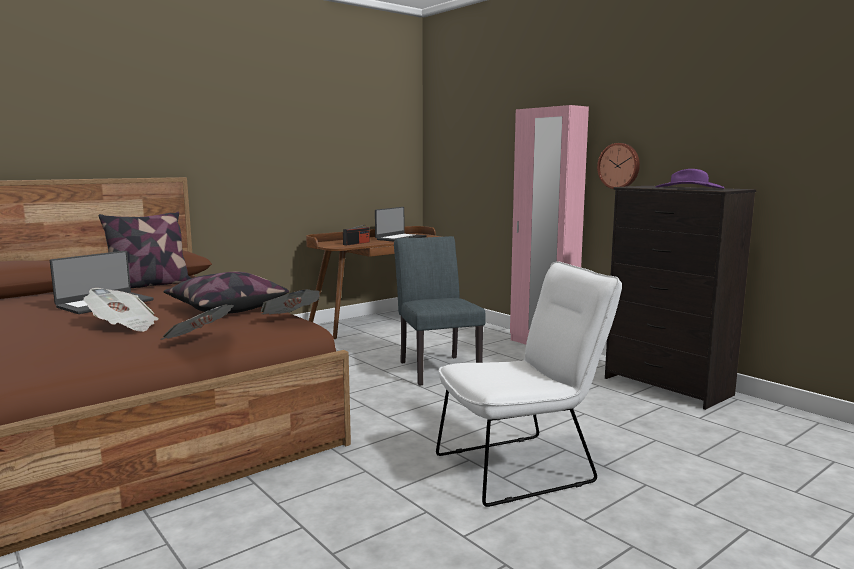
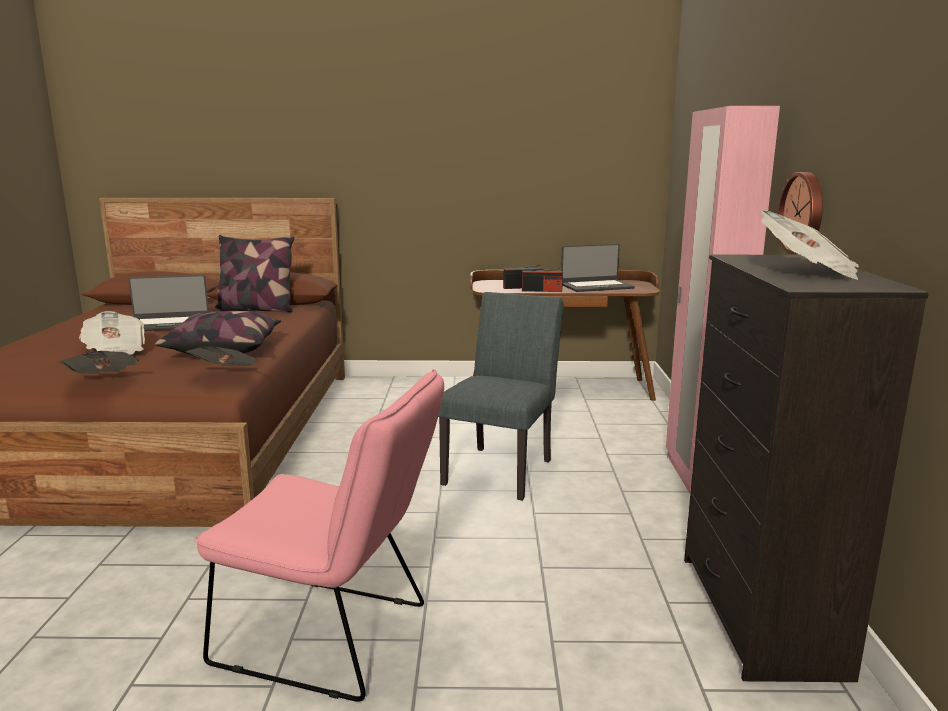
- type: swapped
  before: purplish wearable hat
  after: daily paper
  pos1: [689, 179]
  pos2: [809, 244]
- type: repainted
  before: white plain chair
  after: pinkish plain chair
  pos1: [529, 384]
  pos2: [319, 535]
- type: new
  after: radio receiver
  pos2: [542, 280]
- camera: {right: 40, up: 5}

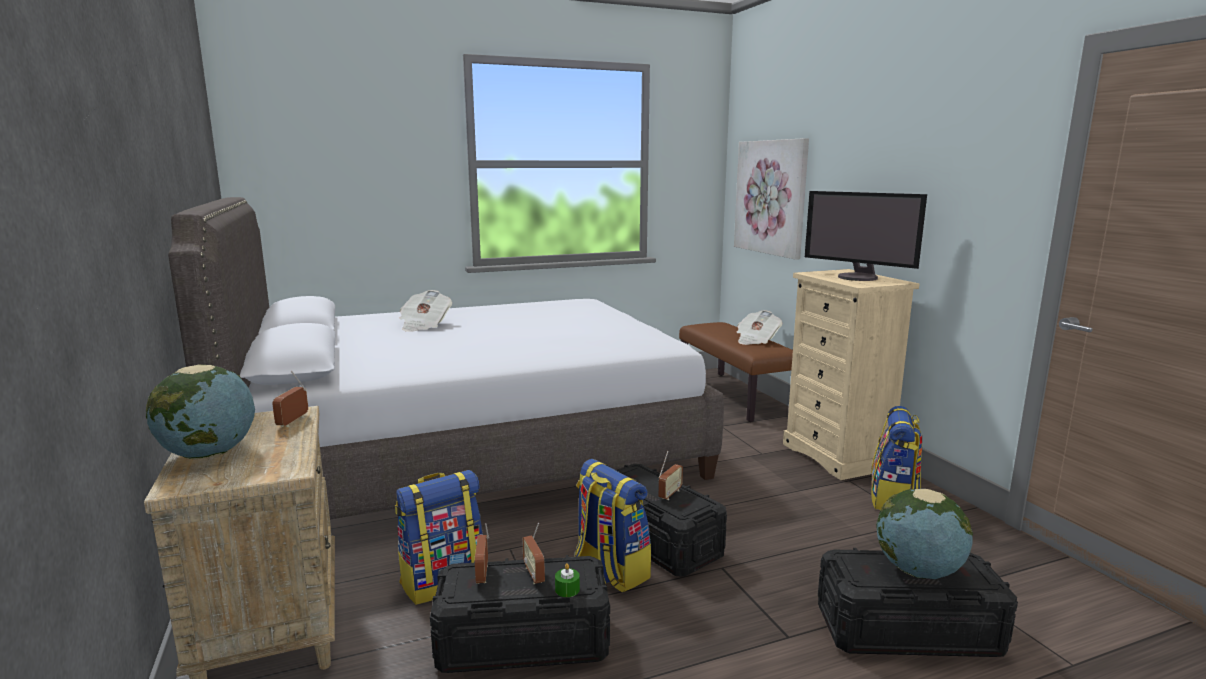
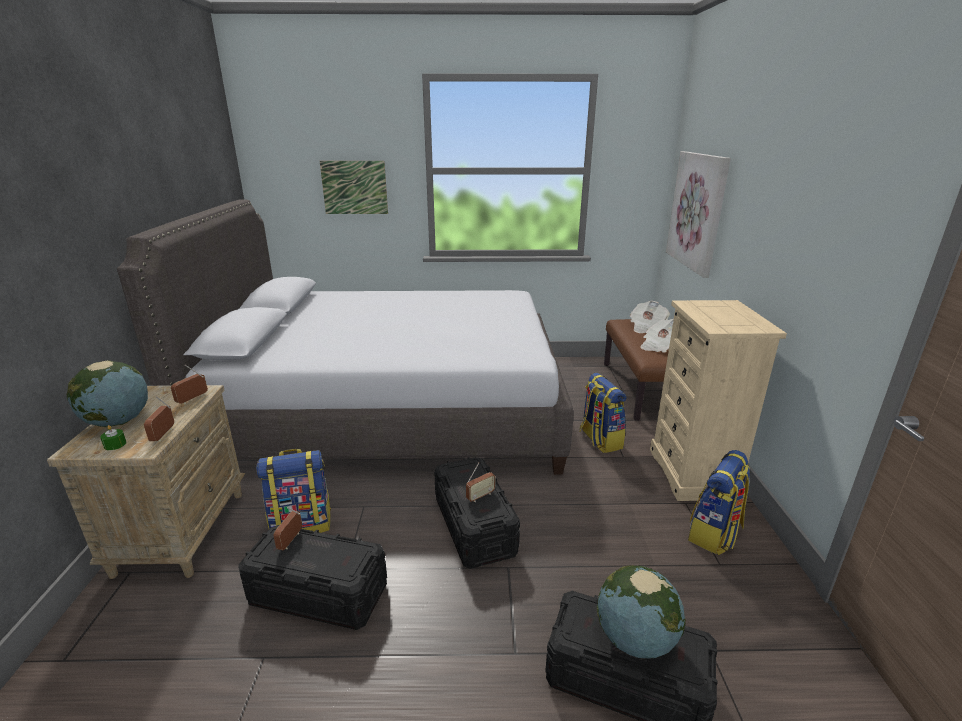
- type: gone
  before: monitor
  pos1: [866, 236]
- type: shifted
  before: daily paper
  pos1: [425, 311]
  pos2: [650, 317]
- type: shifted
  before: backpack
  pos1: [612, 526]
  pos2: [603, 413]
- type: shifted
  before: radio receiver
  pos1: [533, 553]
  pos2: [159, 419]
- type: shifted
  before: greenish candle
  pos1: [567, 580]
  pos2: [113, 437]
- type: new
  after: picture
  pos2: [354, 187]
- camera: {right: 20, up: 10}

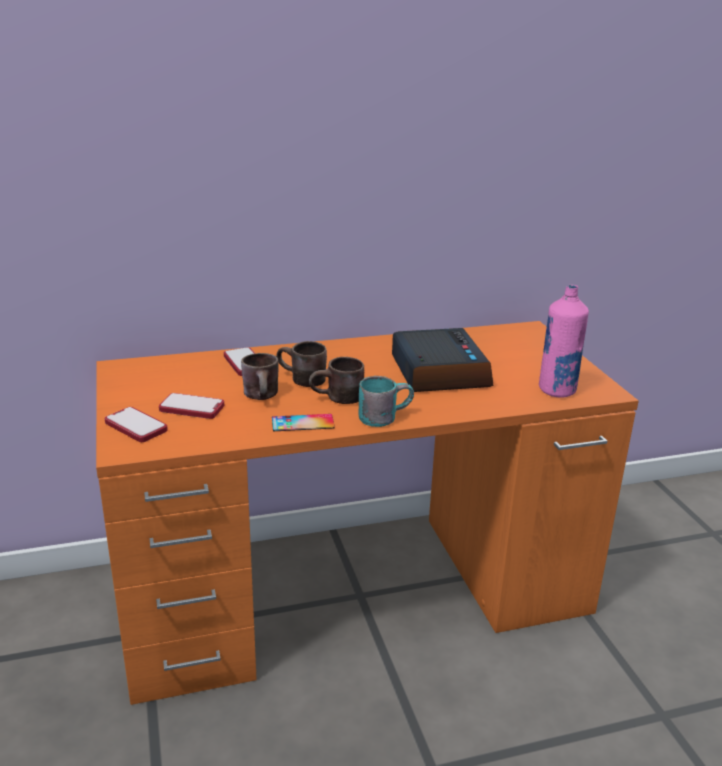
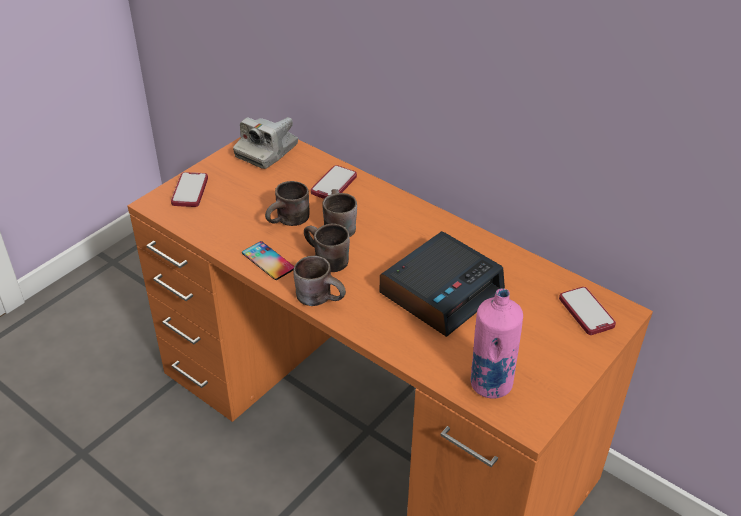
- type: repainted
  before: turquoise coffee mug
  after: brown coffee mug
  pos1: [386, 401]
  pos2: [319, 280]
- type: shifted
  before: handset
  pos1: [191, 406]
  pos2: [587, 311]
- type: new
  after: photo camera
  pos2: [265, 143]
- camera: {right: 55, up: 15}

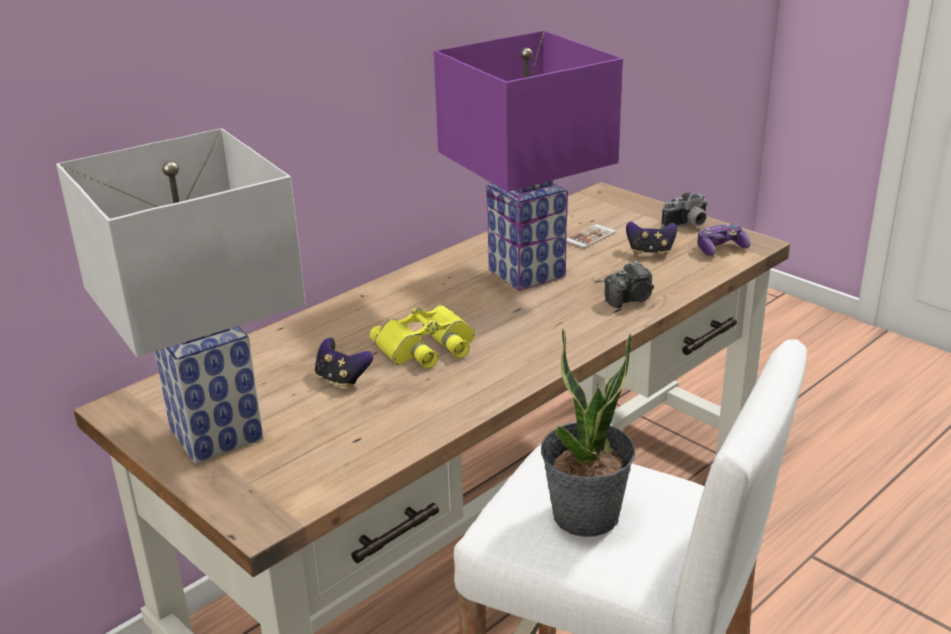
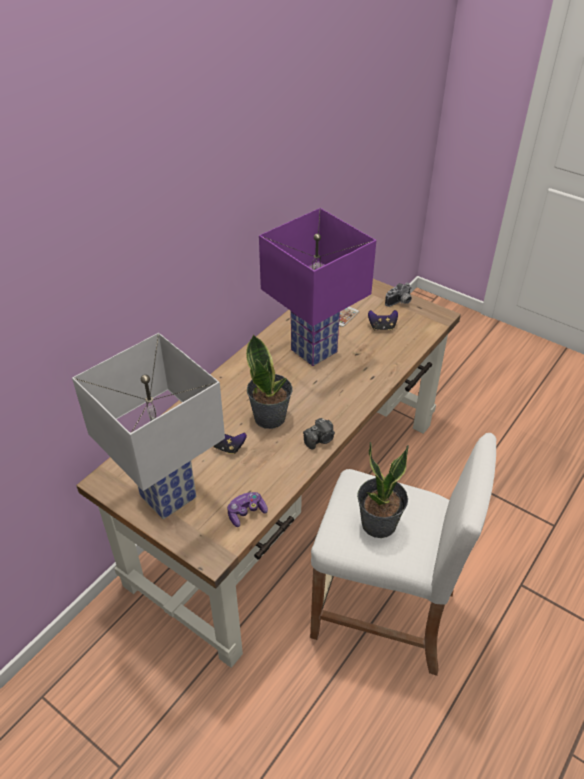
- type: shifted
  before: gamepad
  pos1: [724, 240]
  pos2: [247, 509]
- type: shifted
  before: photo camera
  pos1: [629, 284]
  pos2: [319, 433]
- type: swapped
  before: yellow binoculars
  after: potted plant
  pos1: [422, 337]
  pos2: [269, 381]
- camera: {right: -10, up: 15}

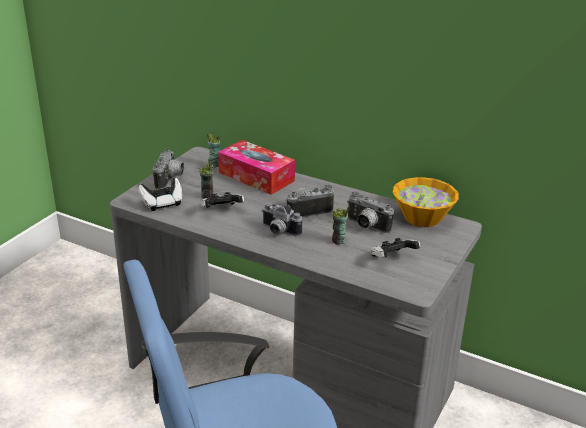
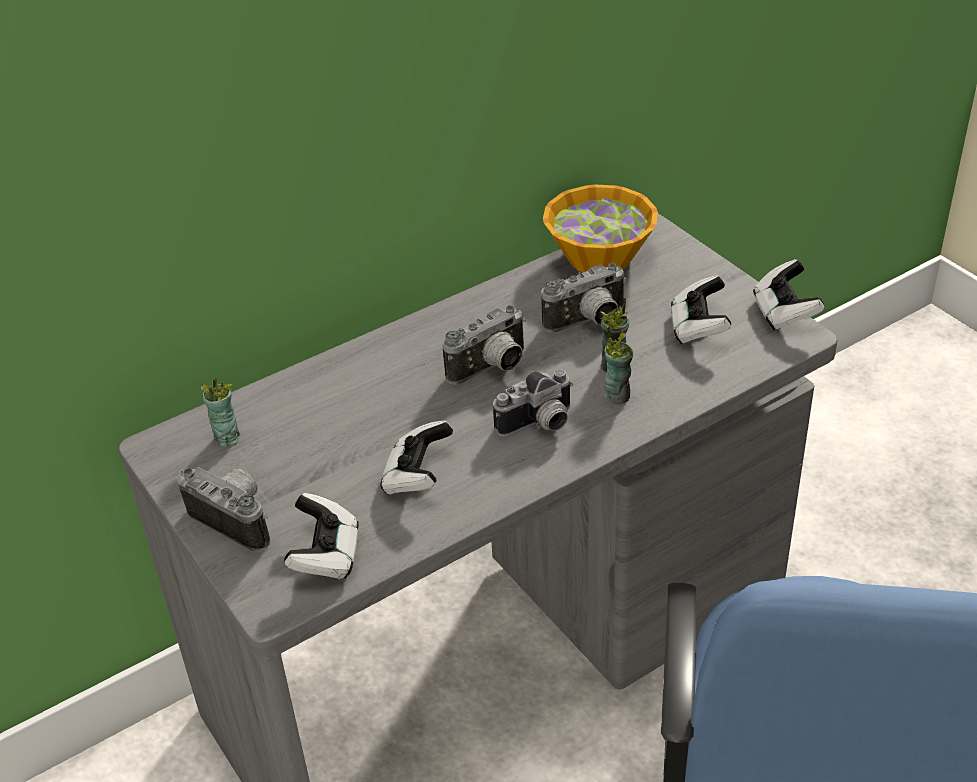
- type: gone
  before: box of tissues
  pos1: [256, 167]
- type: shifted
  before: small cup
  pos1: [206, 179]
  pos2: [618, 365]
- type: rotated
  before: photo camera
  pos1: [310, 201]
  pos2: [484, 345]
  turn: -135
- type: new
  after: gamepad
  pos2: [789, 295]
- camera: {right: -60, up: 10}

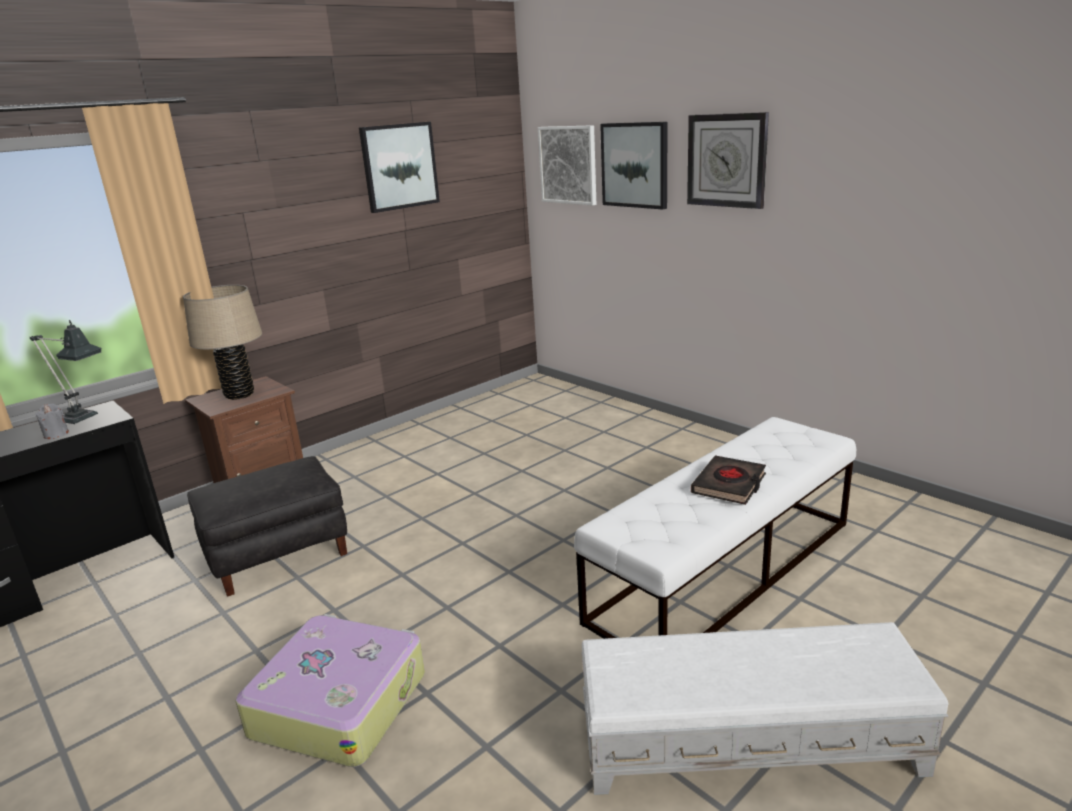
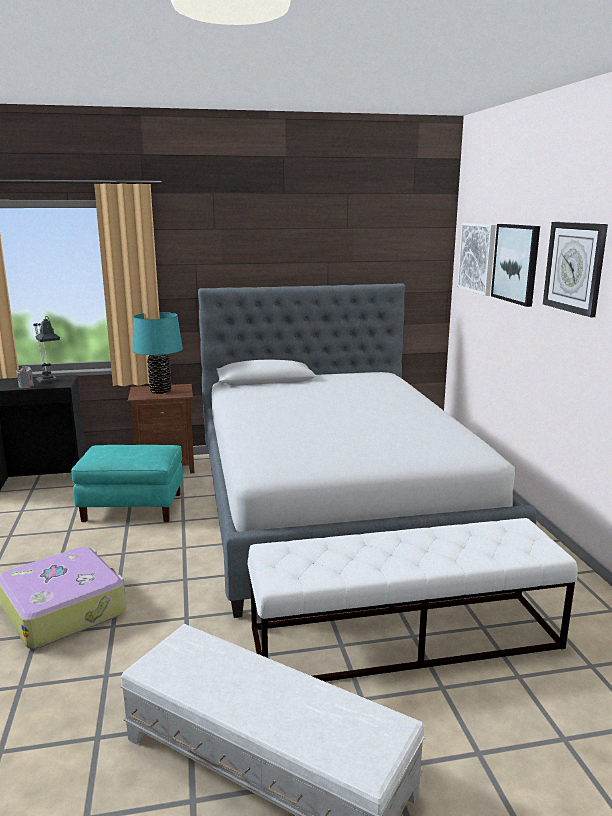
- type: gone
  before: picture
  pos1: [399, 167]
- type: repainted
  before: beige-coloured lamp for a table
  after: turquoise lamp for a table
  pos1: [222, 342]
  pos2: [157, 353]
- type: repainted
  before: black pouffe
  after: turquoise pouffe
  pos1: [267, 526]
  pos2: [127, 483]
- type: gone
  before: black bound book
  pos1: [728, 480]
- type: new
  after: bed
  pos2: [367, 450]
- camera: {right: 30, up: -5}

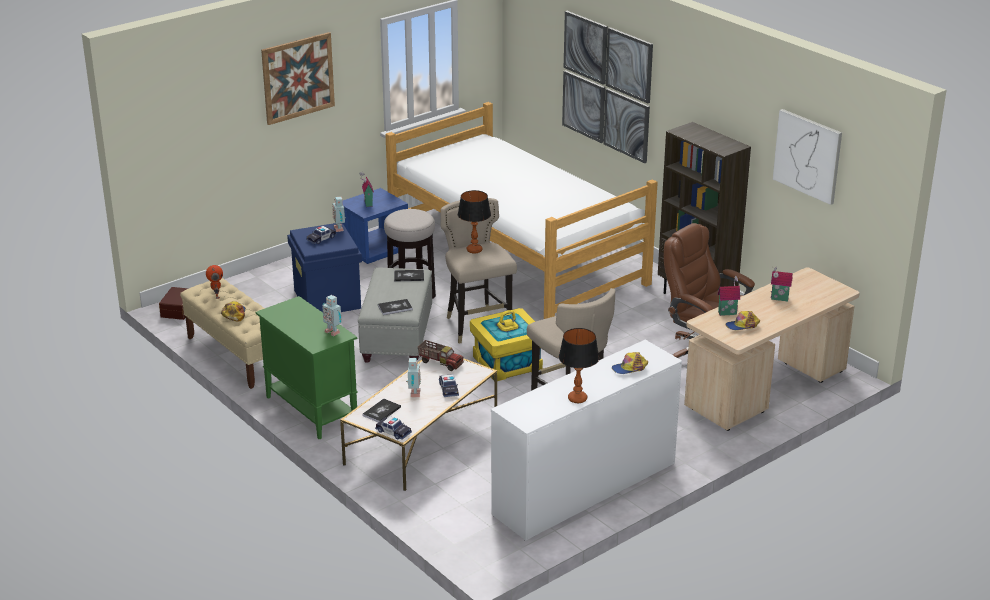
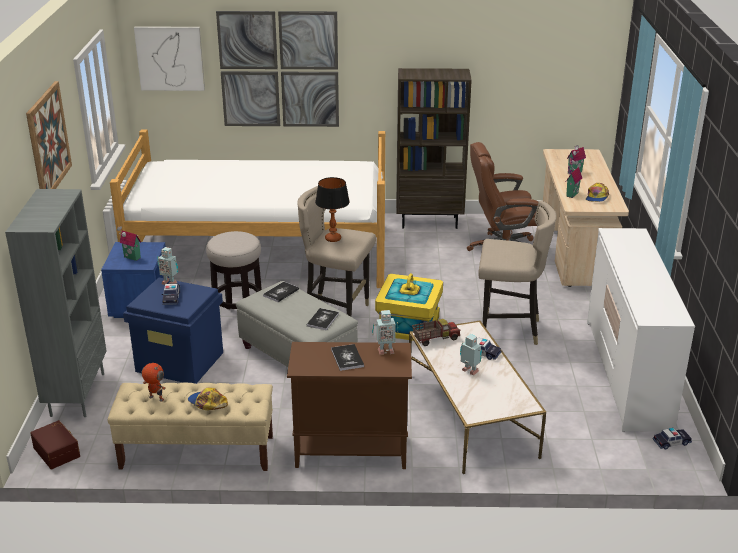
- type: shifted
  before: picture
  pos1: [807, 157]
  pos2: [169, 58]
- type: repainted
  before: greenish cupboard
  after: brown cupboard
  pos1: [306, 368]
  pos2: [349, 405]
- type: gone
  before: lamp for a table
  pos1: [579, 365]
- type: gone
  before: peaked cap
  pos1: [630, 363]
- type: shifted
  before: bound book
  pos1: [382, 410]
  pos2: [347, 357]
- type: shifted
  before: miniature car
  pos1: [393, 428]
  pos2: [672, 439]
- type: new
  after: greyish shelving unit
  pos2: [56, 303]
- camera: {right: -50, up: 0}

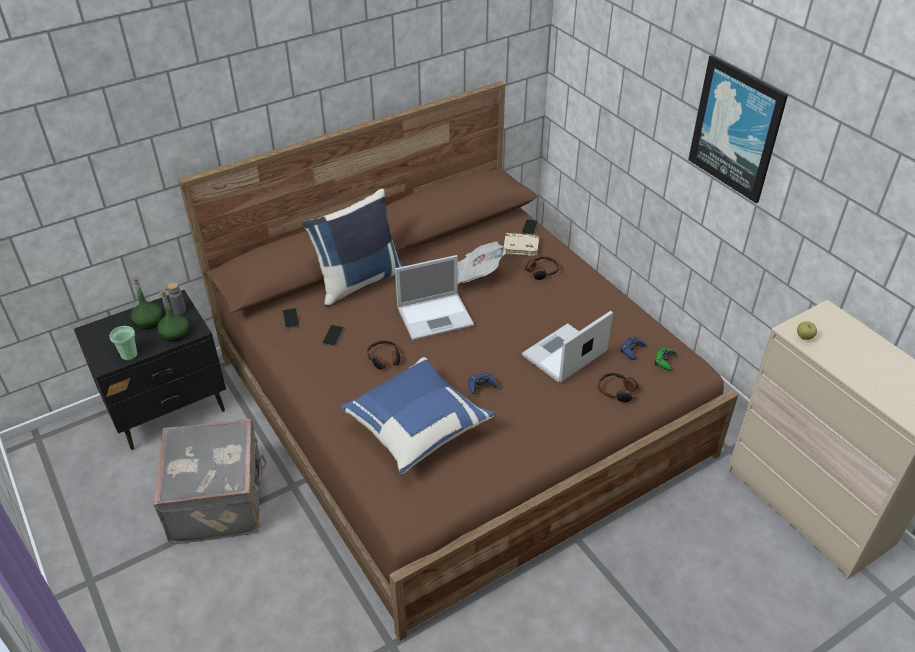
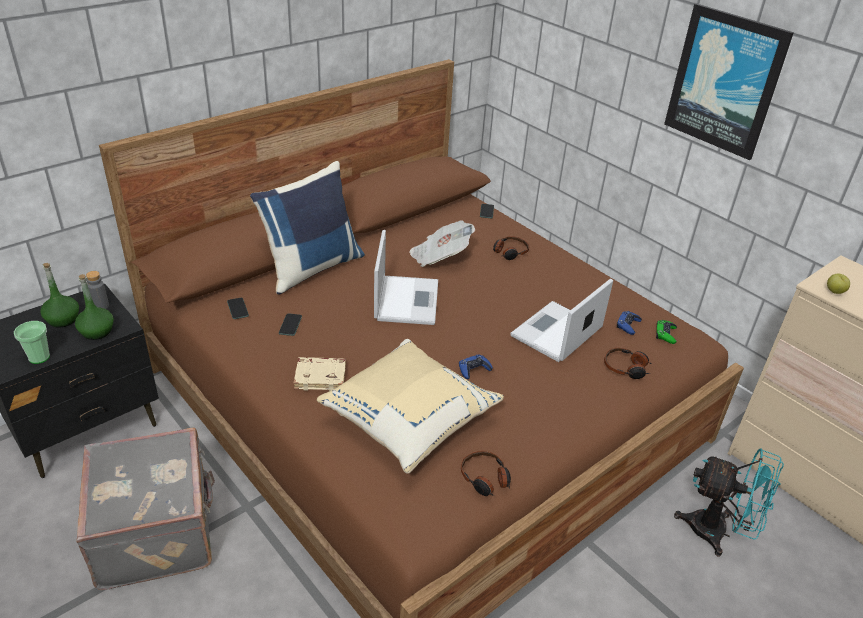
- type: shifted
  before: beige-coloured bound book
  pos1: [521, 244]
  pos2: [320, 374]
- type: rotated
  before: laptop
  pos1: [434, 297]
  pos2: [406, 277]
  turn: -60
- type: shifted
  before: pair of headphones
  pos1: [383, 355]
  pos2: [486, 473]
- type: repainted
  before: blue-coloured cushion
  after: beige-coloured cushion
  pos1: [417, 415]
  pos2: [410, 406]
- type: new
  after: turquoise electric fan
  pos2: [729, 502]
- camera: {right: -10, up: -5}

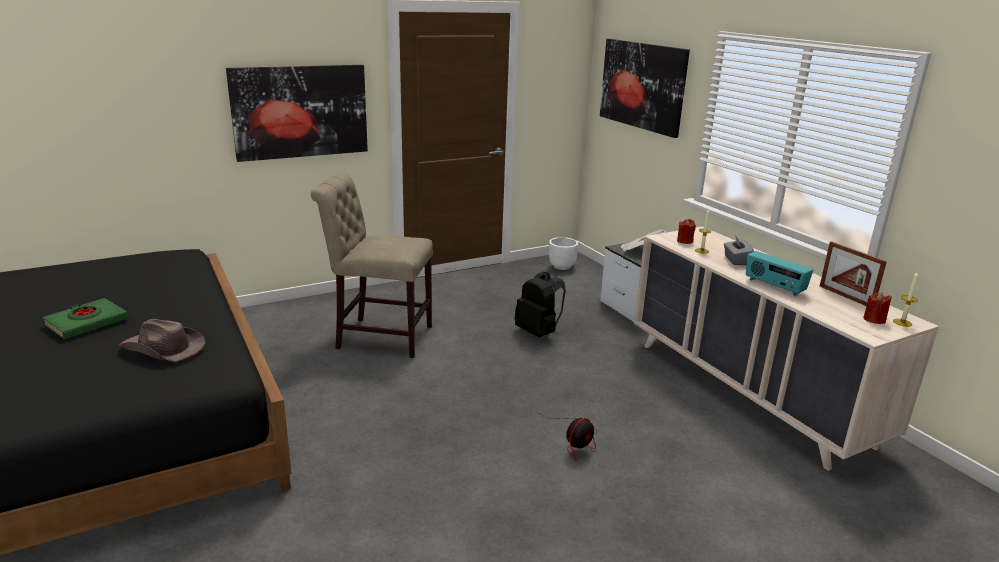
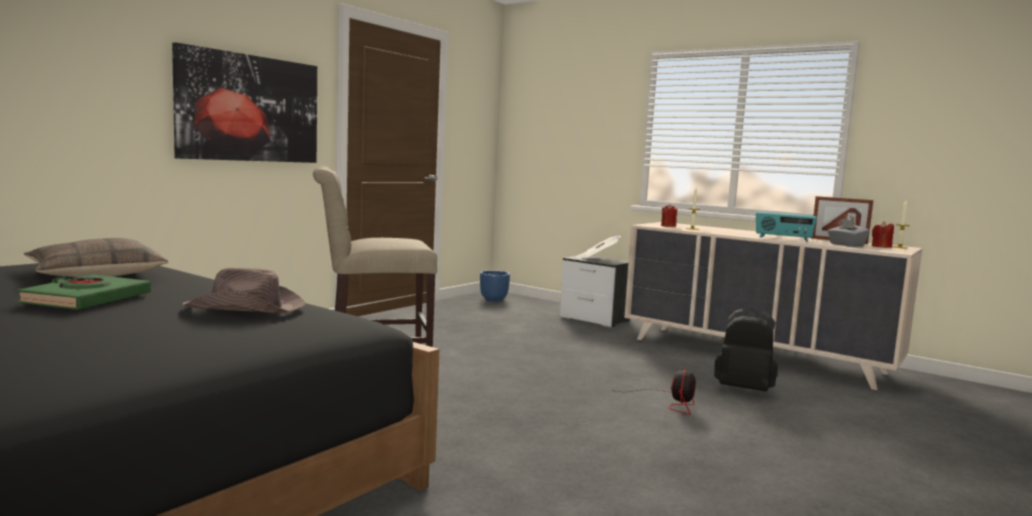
- type: gone
  before: picture
  pos1: [645, 88]
- type: shifted
  before: greyish box of tissues
  pos1: [739, 250]
  pos2: [848, 233]
- type: repainted
  before: white plant pot
  after: blue-coloured plant pot
  pos1: [563, 253]
  pos2: [495, 286]
- type: shifted
  before: black backpack
  pos1: [540, 304]
  pos2: [746, 349]
- type: new
  after: cushion
  pos2: [96, 257]
- camera: {right: -25, up: -15}

